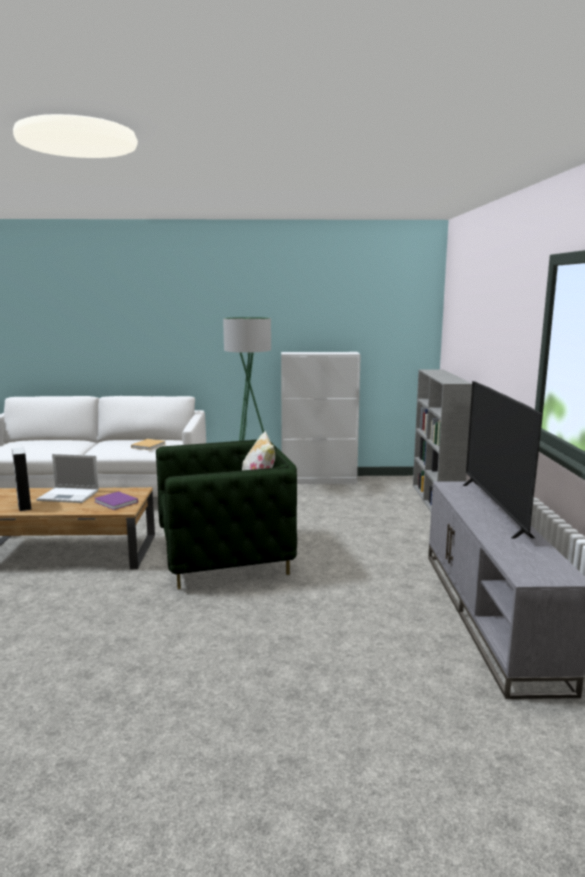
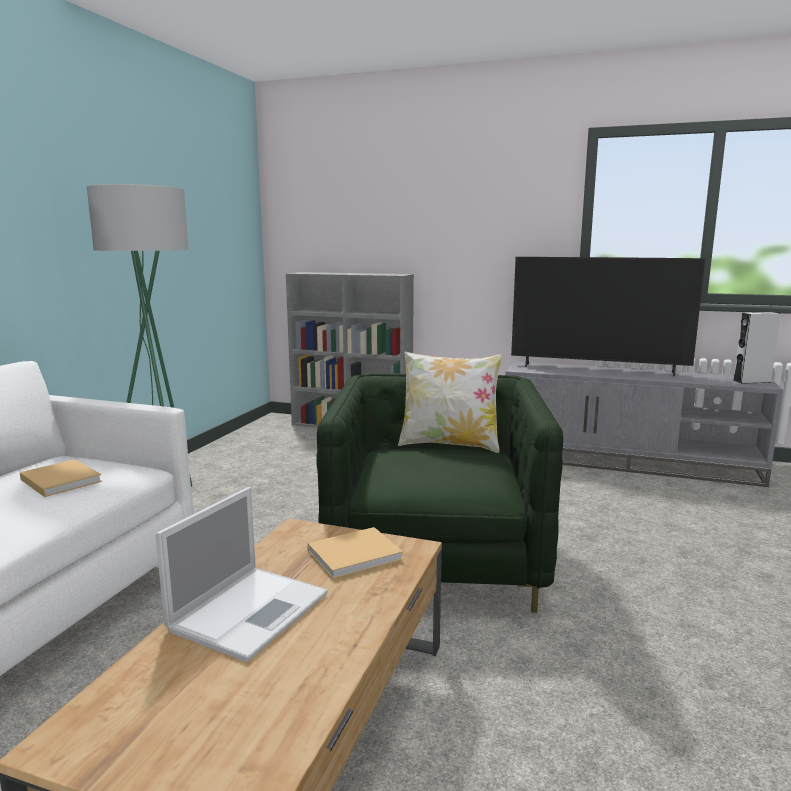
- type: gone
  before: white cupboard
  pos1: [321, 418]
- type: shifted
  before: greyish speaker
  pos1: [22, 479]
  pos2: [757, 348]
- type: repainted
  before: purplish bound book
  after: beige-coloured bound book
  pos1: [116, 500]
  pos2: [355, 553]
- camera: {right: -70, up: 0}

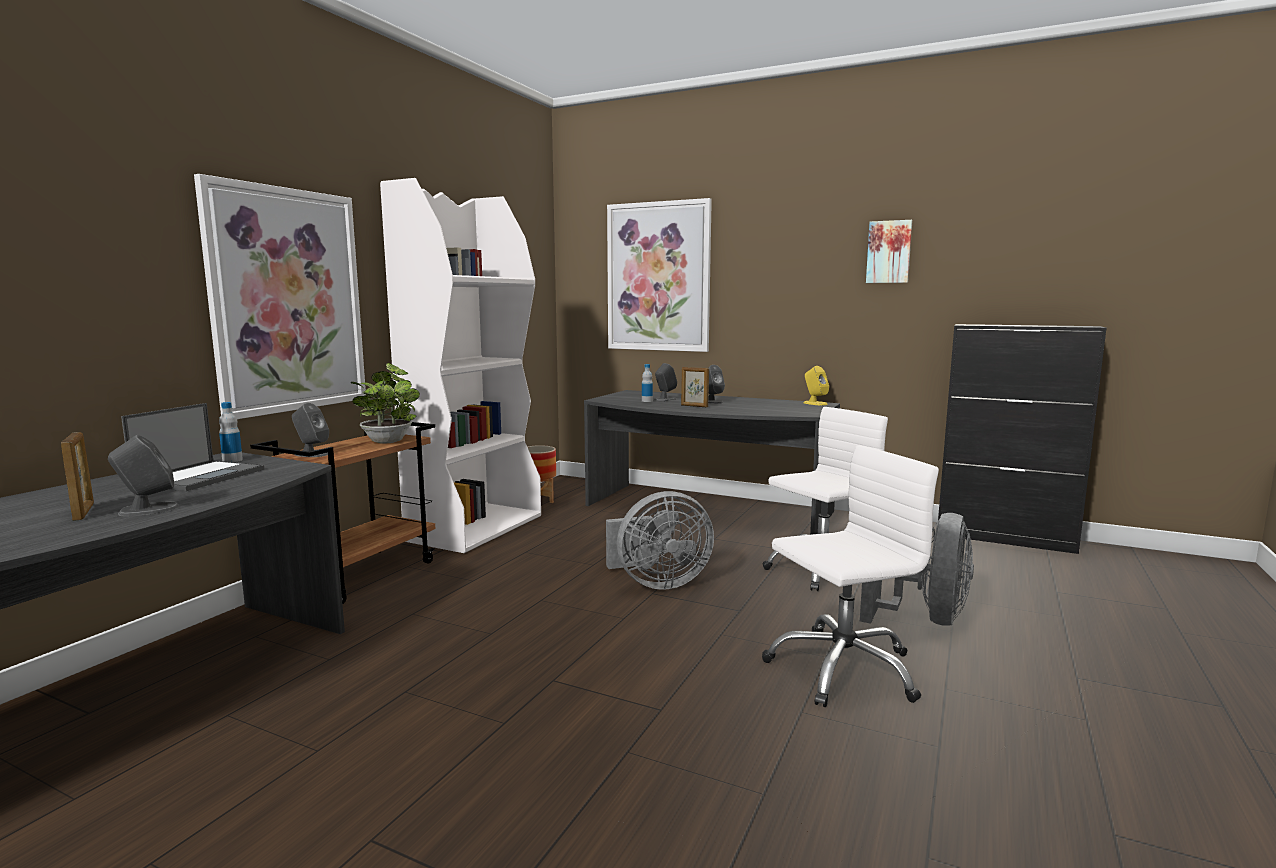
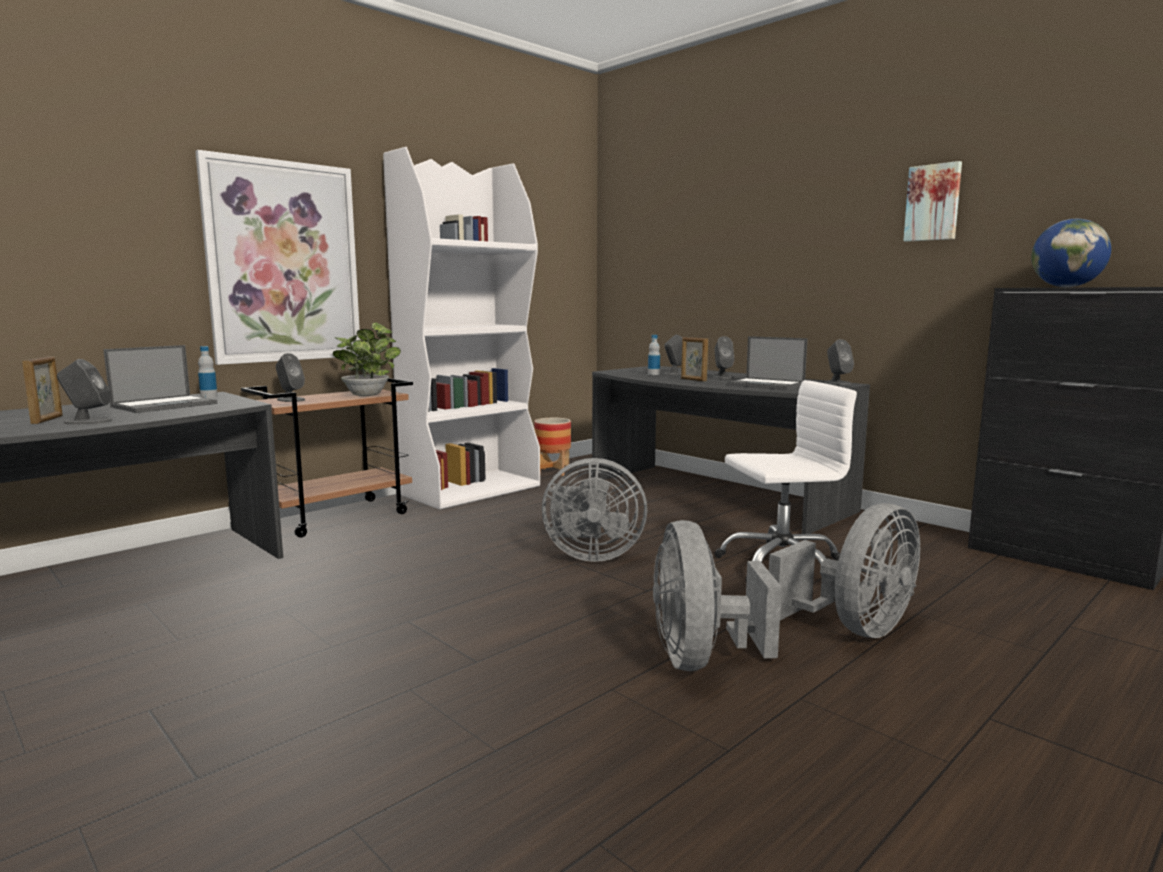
- type: gone
  before: picture
  pos1: [659, 275]
- type: repainted
  before: yellow speaker
  after: greyish speaker
  pos1: [816, 385]
  pos2: [839, 362]
- type: swapped
  before: white office chair
  after: greyish electric fan
  pos1: [850, 576]
  pos2: [717, 595]
- type: new
  after: globe
  pos2: [1071, 253]
- type: new
  after: laptop
  pos2: [767, 363]
- camera: {right: 20, up: 0}

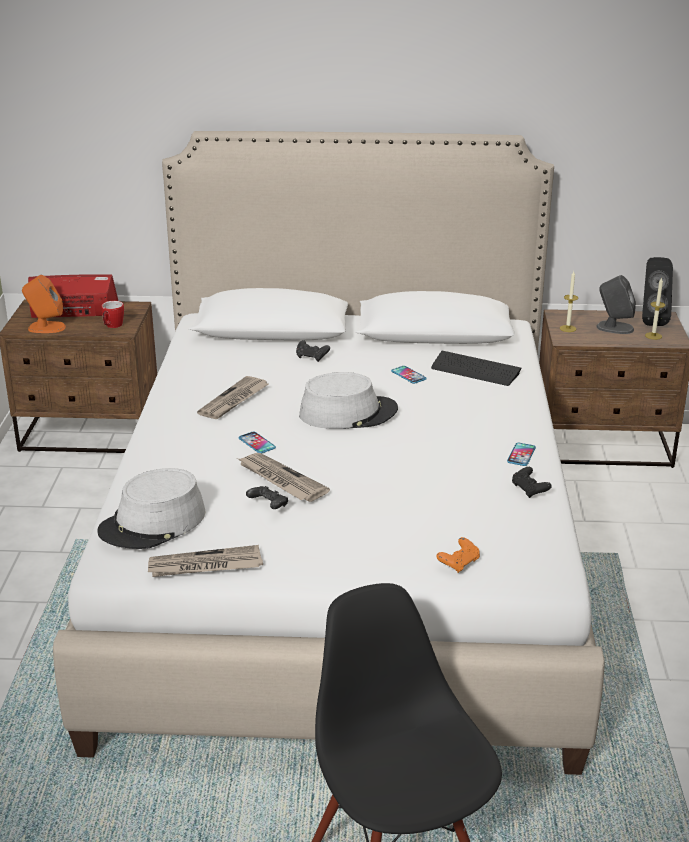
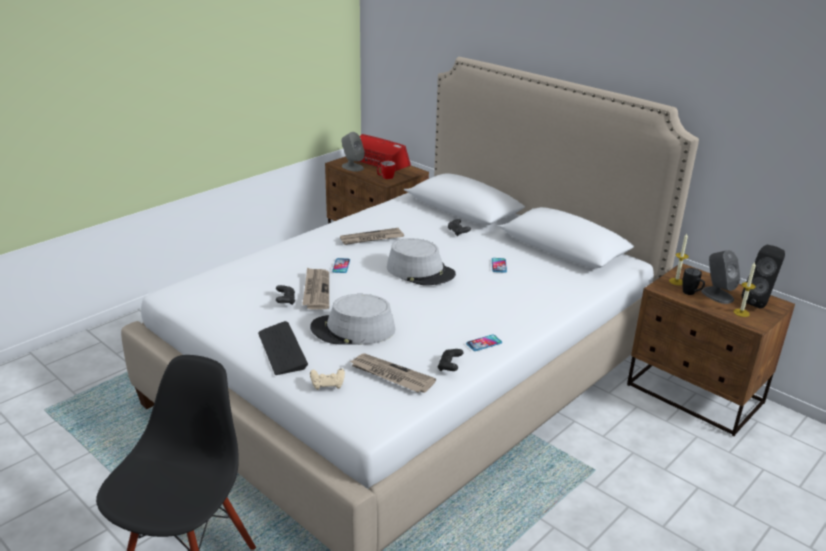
- type: repainted
  before: orange-coloured speaker
  after: greyish speaker
  pos1: [44, 304]
  pos2: [353, 152]
- type: shifted
  before: computer keyboard
  pos1: [476, 368]
  pos2: [283, 348]
- type: shifted
  before: greyish wearable hat
  pos1: [151, 508]
  pos2: [352, 319]
- type: repainted
  before: orange-coloured gamepad
  after: beige-coloured gamepad
  pos1: [458, 555]
  pos2: [327, 379]
- type: shifted
  before: daily paper
  pos1: [205, 561]
  pos2: [392, 373]
- type: new
  after: black coffee mug
  pos2: [694, 281]
- camera: {right: 40, up: 0}

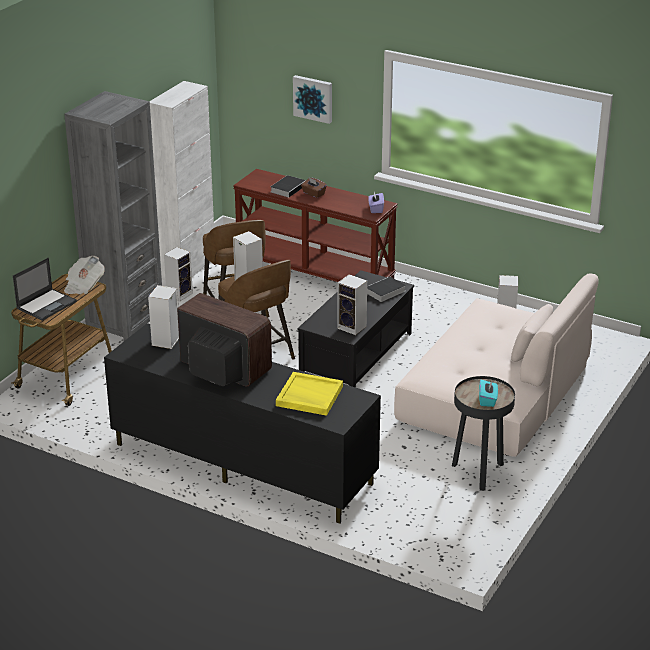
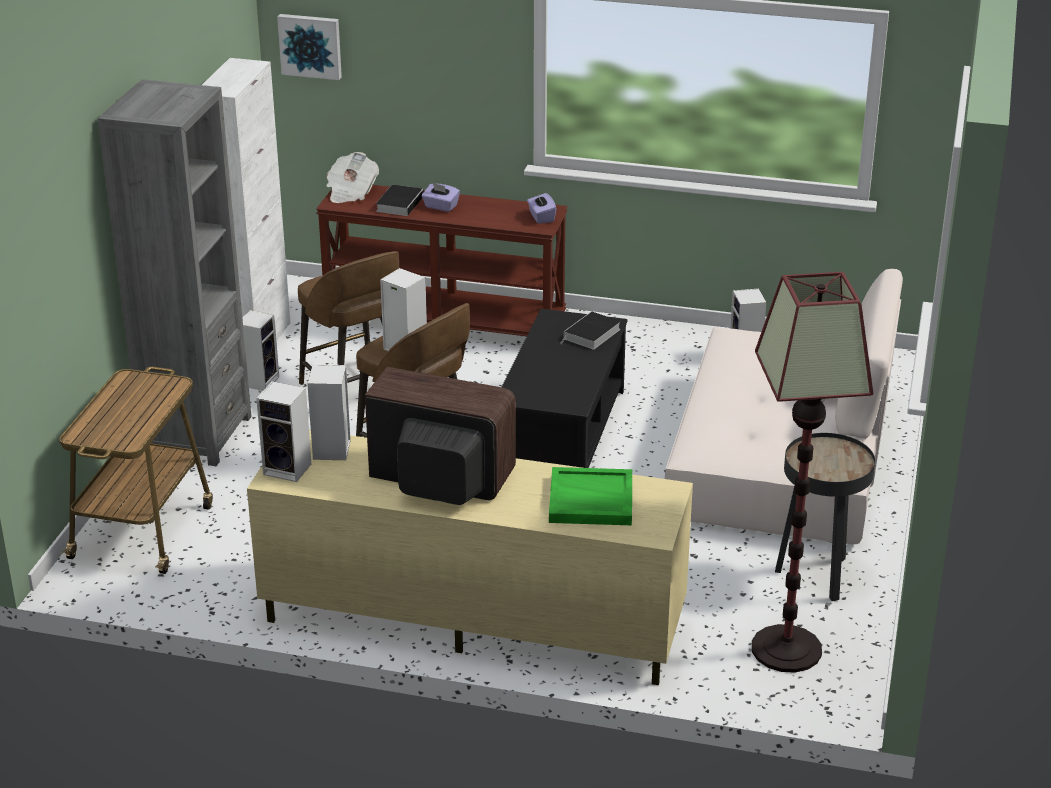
- type: shifted
  before: picture
  pos1: [312, 99]
  pos2: [309, 47]
- type: repainted
  before: brown box of tissues
  after: purplish box of tissues
  pos1: [314, 188]
  pos2: [441, 197]
- type: shifted
  before: daily paper
  pos1: [84, 275]
  pos2: [353, 177]
- type: gone
  before: laptop
  pos1: [45, 289]
- type: shifted
  before: speaker
  pos1: [352, 304]
  pos2: [283, 431]
- type: repainted
  before: black tv stand
  after: beige-coloured tv stand
  pos1: [242, 423]
  pos2: [470, 557]
- type: repainted
  before: yellow serving tray
  after: greenish serving tray
  pos1: [309, 394]
  pos2: [590, 496]
- type: gone
  before: turquoise box of tissues
  pos1: [488, 393]
- type: new
  after: standard lamp
  pos2: [812, 472]
- camera: {right: -15, up: 0}

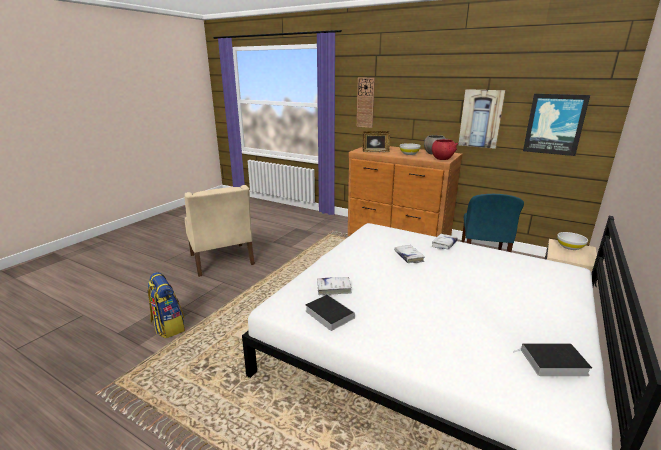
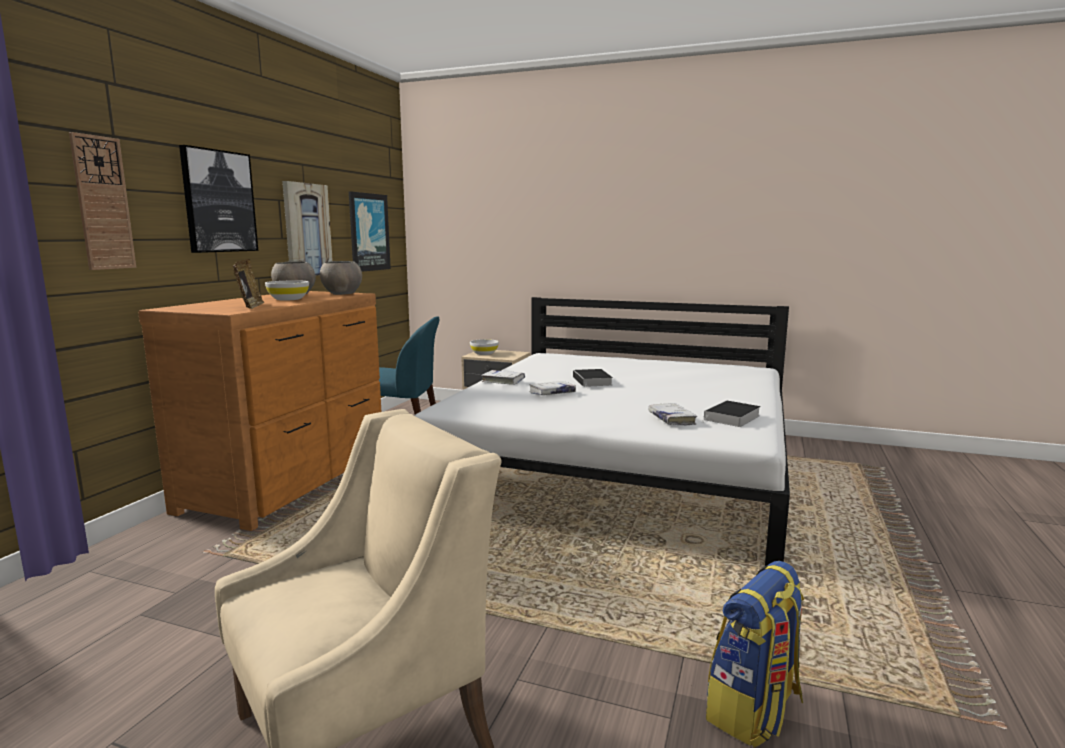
- type: repainted
  before: red-coloured bowl
  after: greyish bowl
  pos1: [445, 149]
  pos2: [341, 278]
- type: shifted
  before: bound book
  pos1: [552, 359]
  pos2: [593, 378]
- type: new
  after: picture
  pos2: [218, 199]
- camera: {right: -100, up: -10}

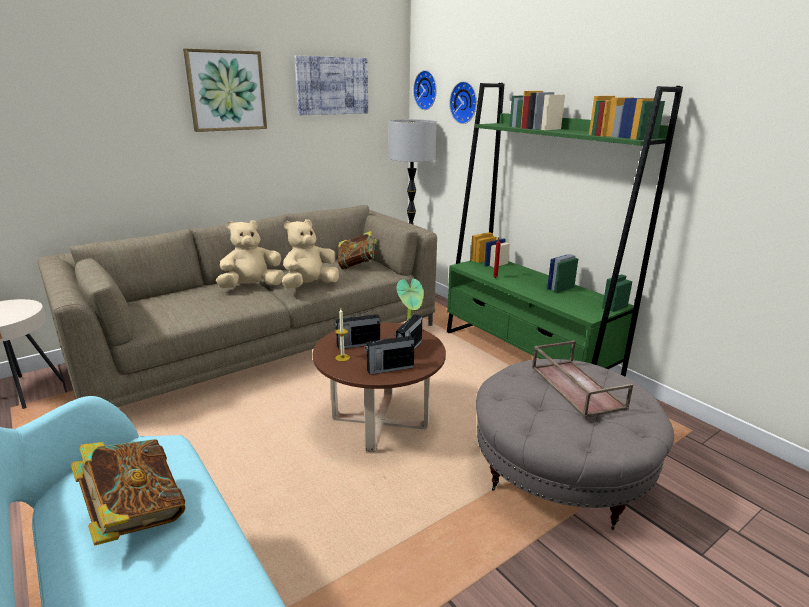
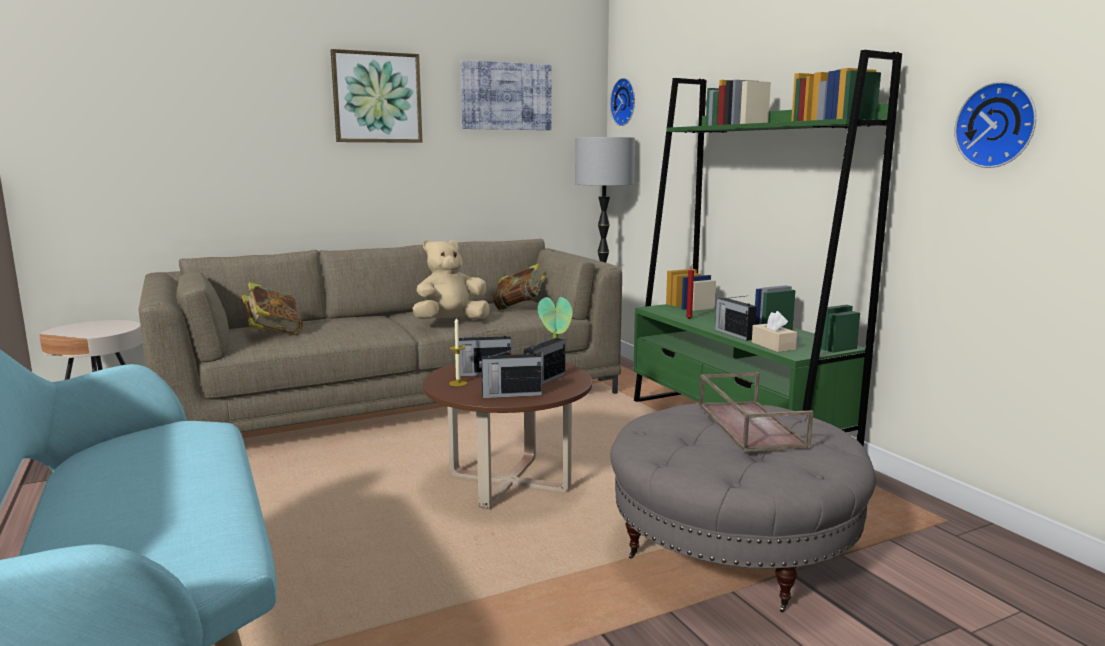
- type: shifted
  before: hanging clock
  pos1: [463, 102]
  pos2: [995, 124]
- type: gone
  before: beige-coloured soft toy
  pos1: [250, 254]
- type: shifted
  before: bound book
  pos1: [128, 492]
  pos2: [272, 308]
- type: new
  after: radio receiver
  pos2: [736, 318]
- type: new
  after: beige-coloured box of tissues
  pos2: [774, 331]
- camera: {right: 10, up: -10}

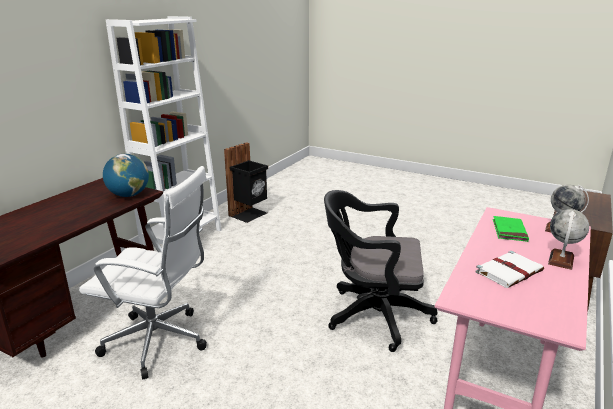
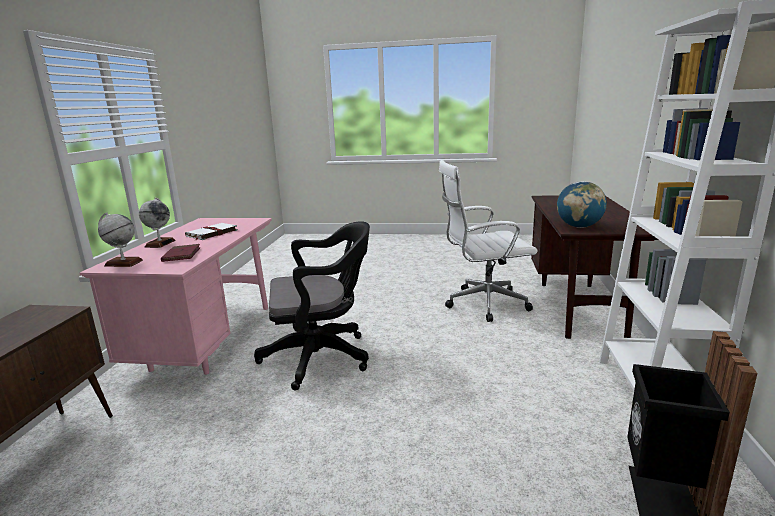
- type: repainted
  before: greenish bound book
  after: red-coloured bound book
  pos1: [511, 229]
  pos2: [181, 253]
- camera: {right: 160, up: -5}

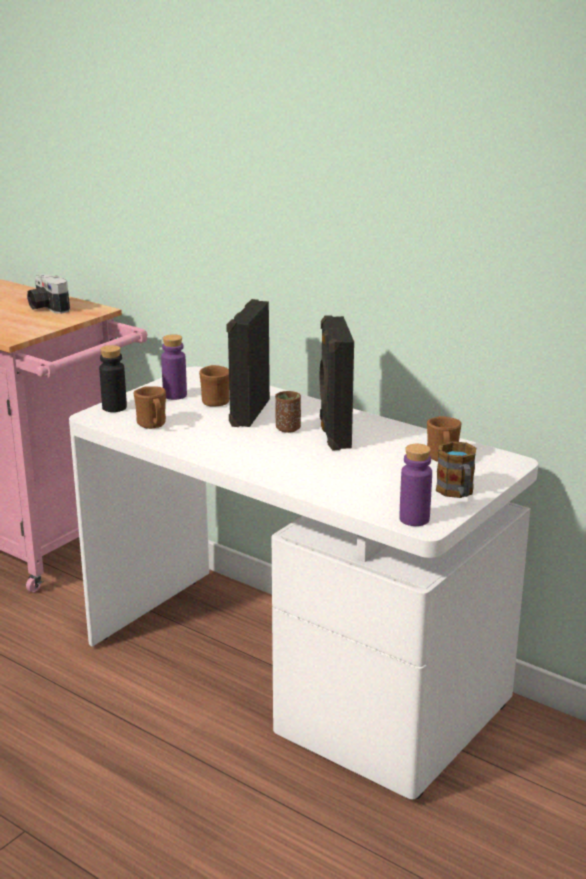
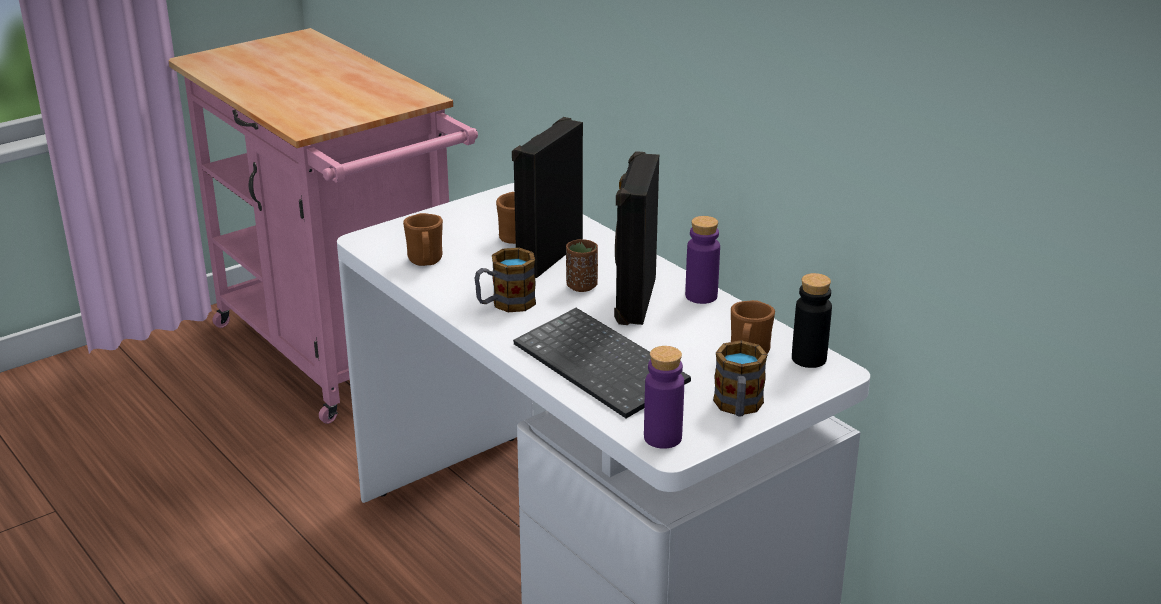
- type: gone
  before: photo camera
  pos1: [48, 294]
- type: shifted
  before: purplish drink bottle
  pos1: [174, 367]
  pos2: [702, 260]
- type: shifted
  before: black drink bottle
  pos1: [113, 378]
  pos2: [812, 320]
- type: new
  after: coffee mug
  pos2: [505, 280]
- type: new
  after: computer keyboard
  pos2: [602, 363]
- camera: {right: 15, up: 5}

